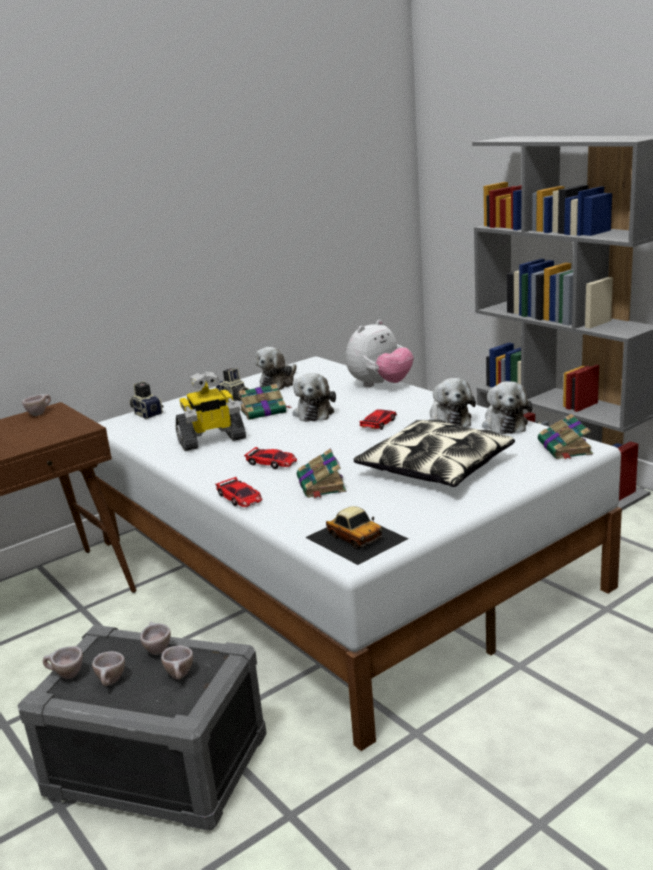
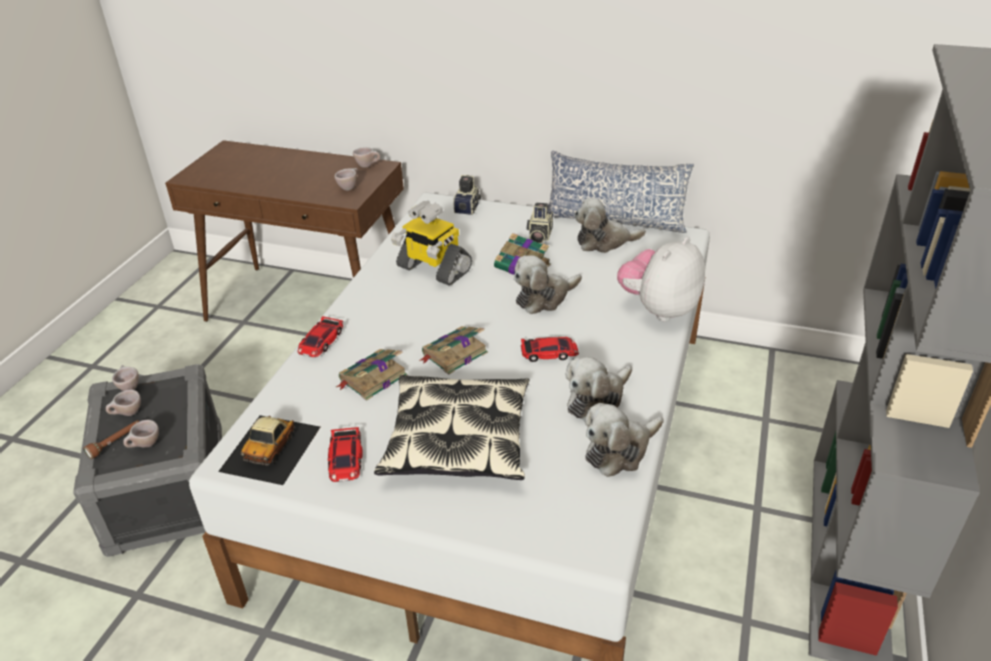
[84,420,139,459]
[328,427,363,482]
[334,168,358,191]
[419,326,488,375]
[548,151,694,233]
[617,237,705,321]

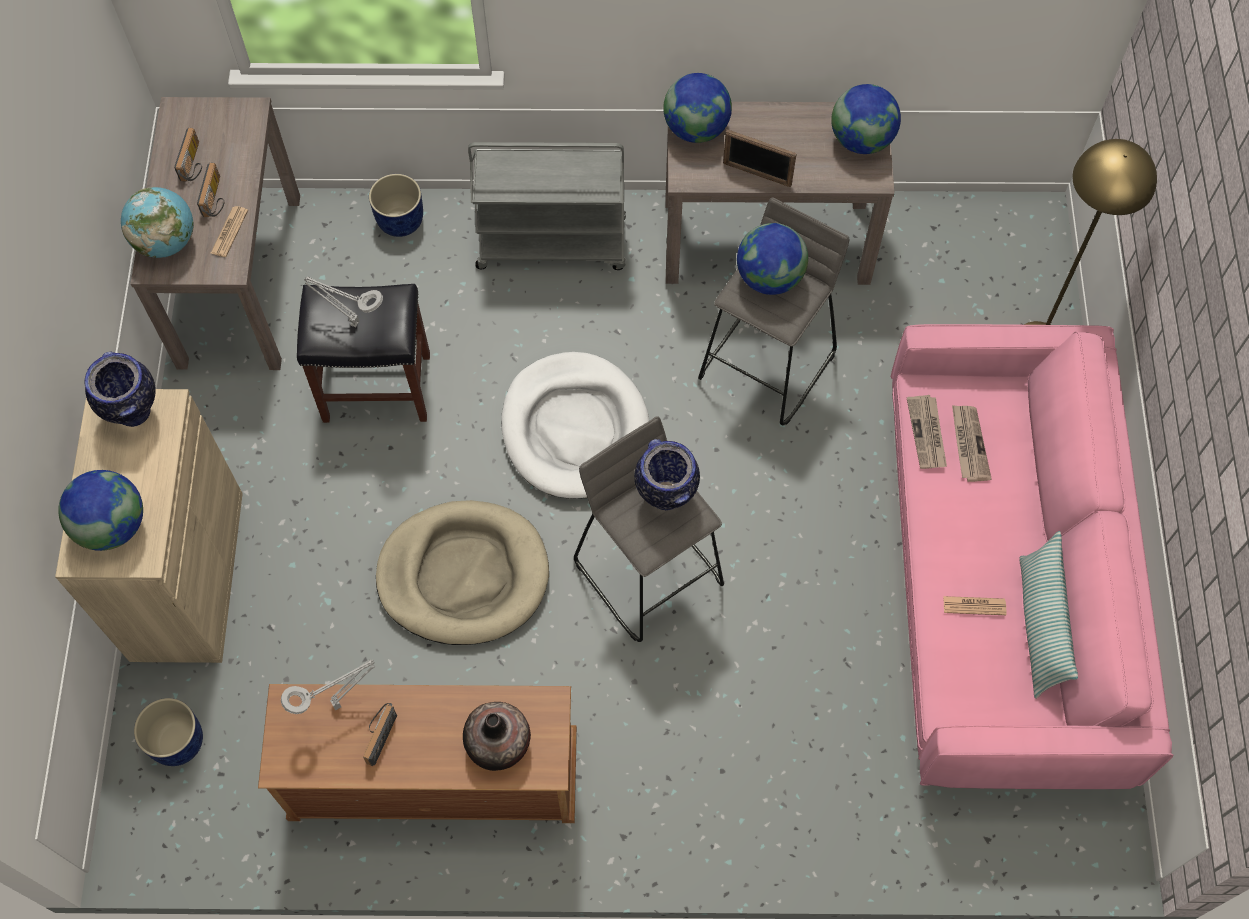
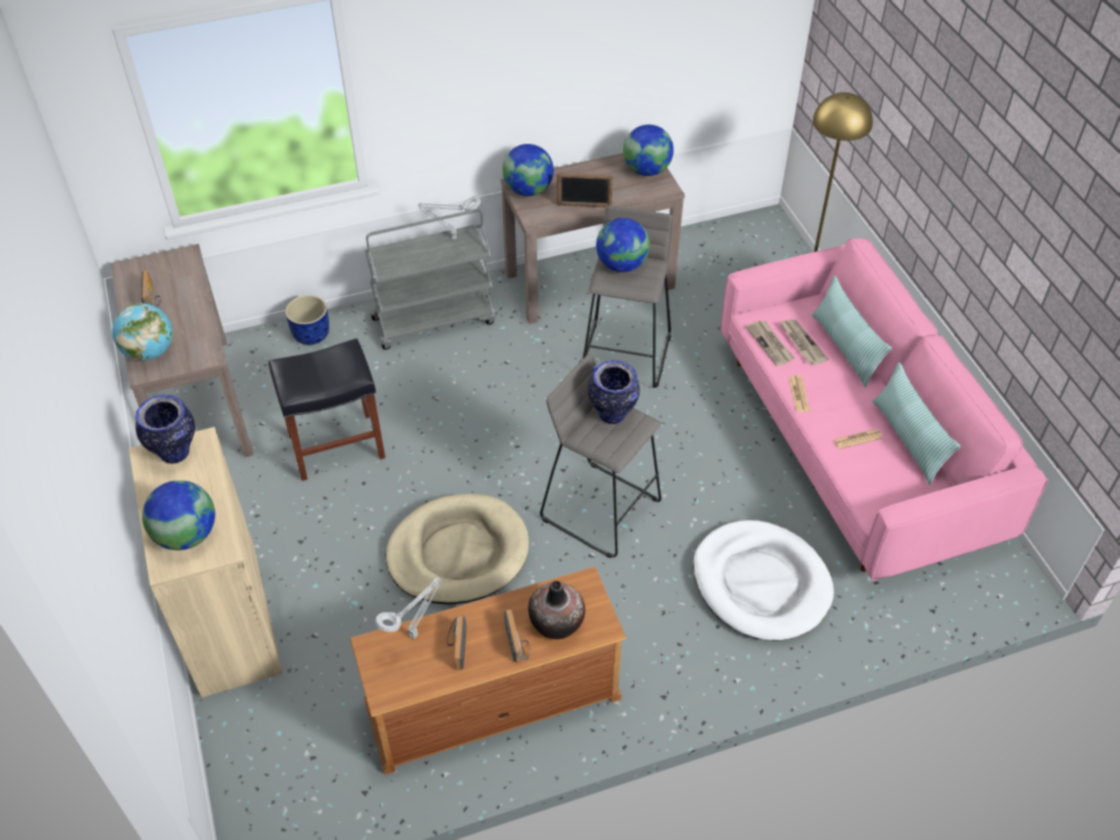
[418,196,481,239]
[504,609,530,663]
[693,520,834,641]
[788,375,810,412]
[812,276,892,387]
[134,698,203,766] (first image)

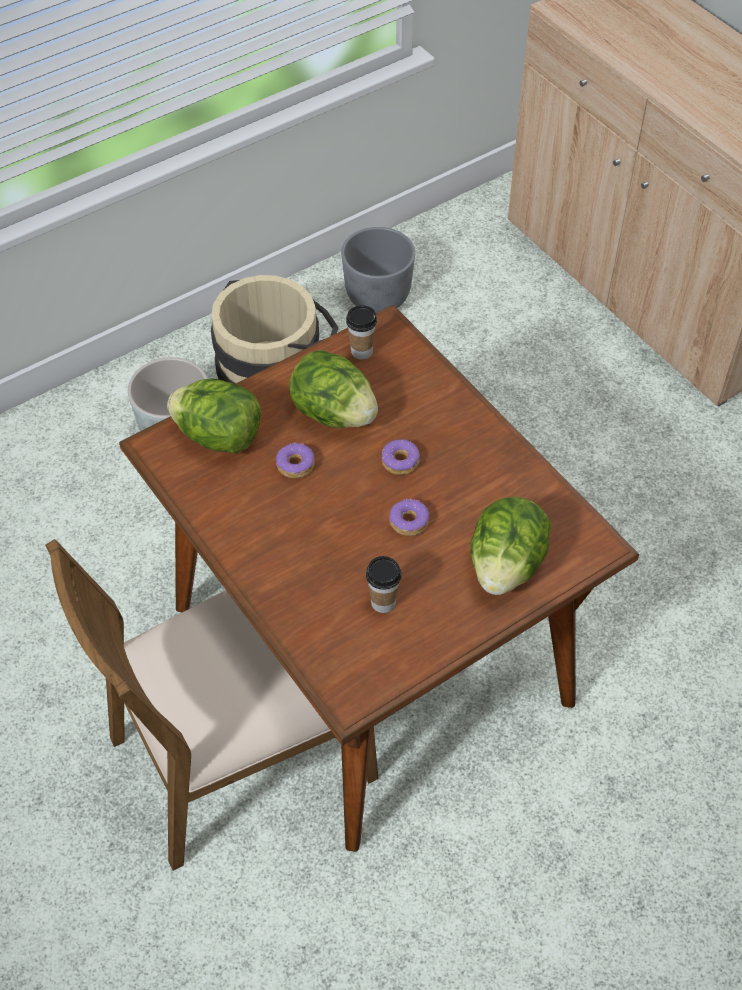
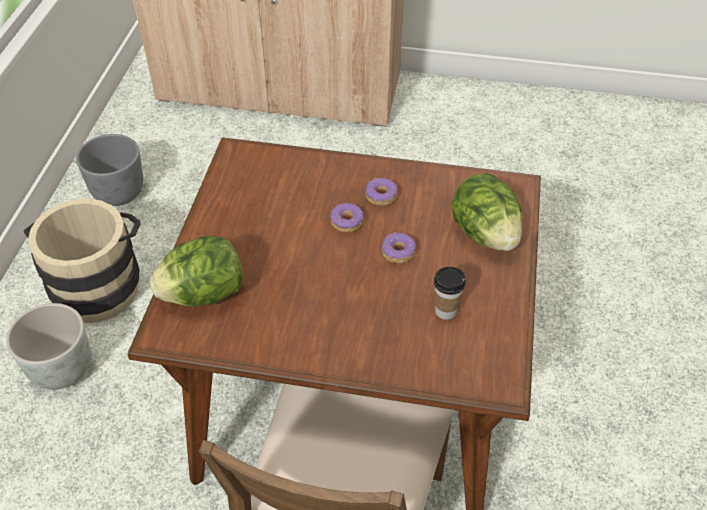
[366,178,398,206]
[289,350,378,428] (first image)
[346,306,377,360] (first image)

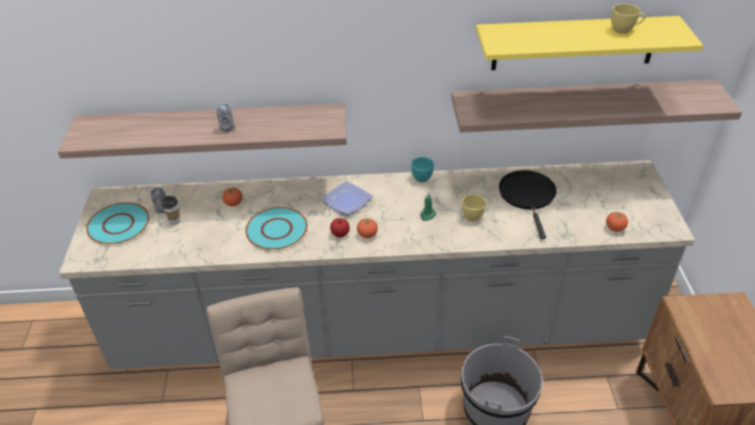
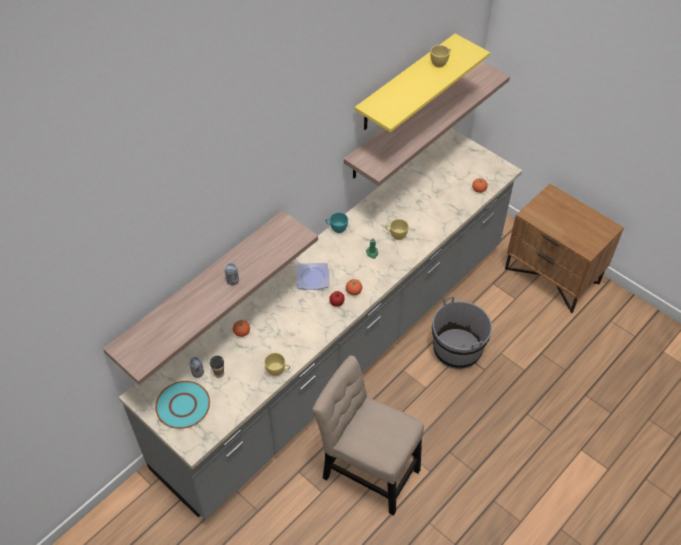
[264,353,291,376]
[245,207,308,250] (first image)
[499,170,557,239] (first image)

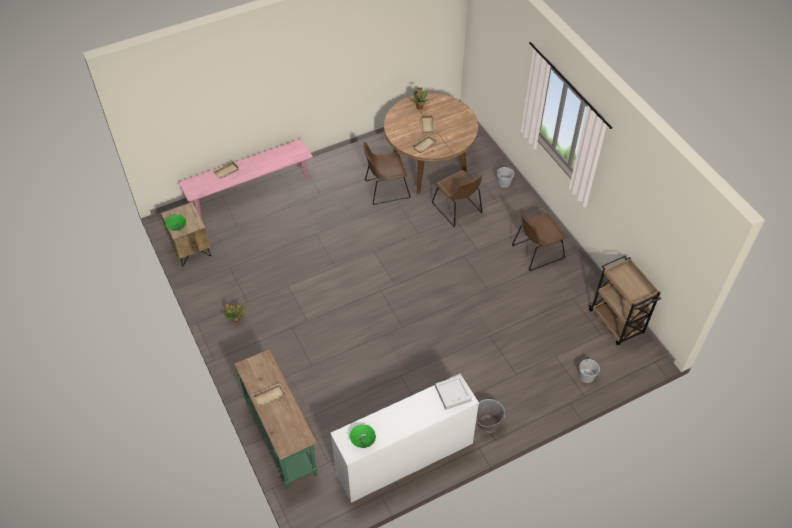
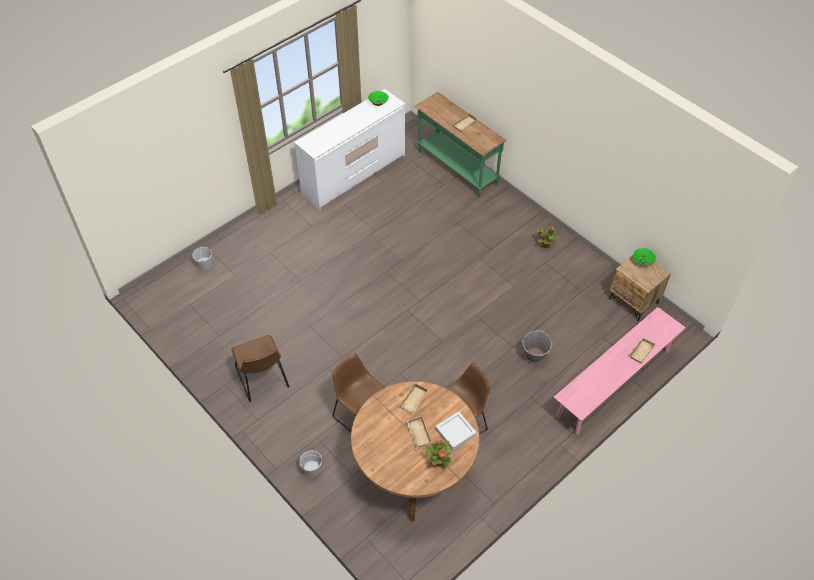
[231,335,290,402]
[435,411,477,450]
[521,330,554,365]
[589,256,661,345] (first image)

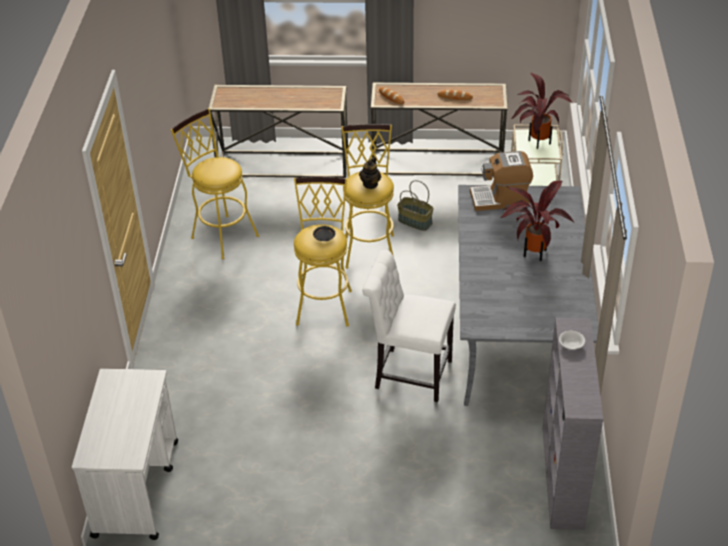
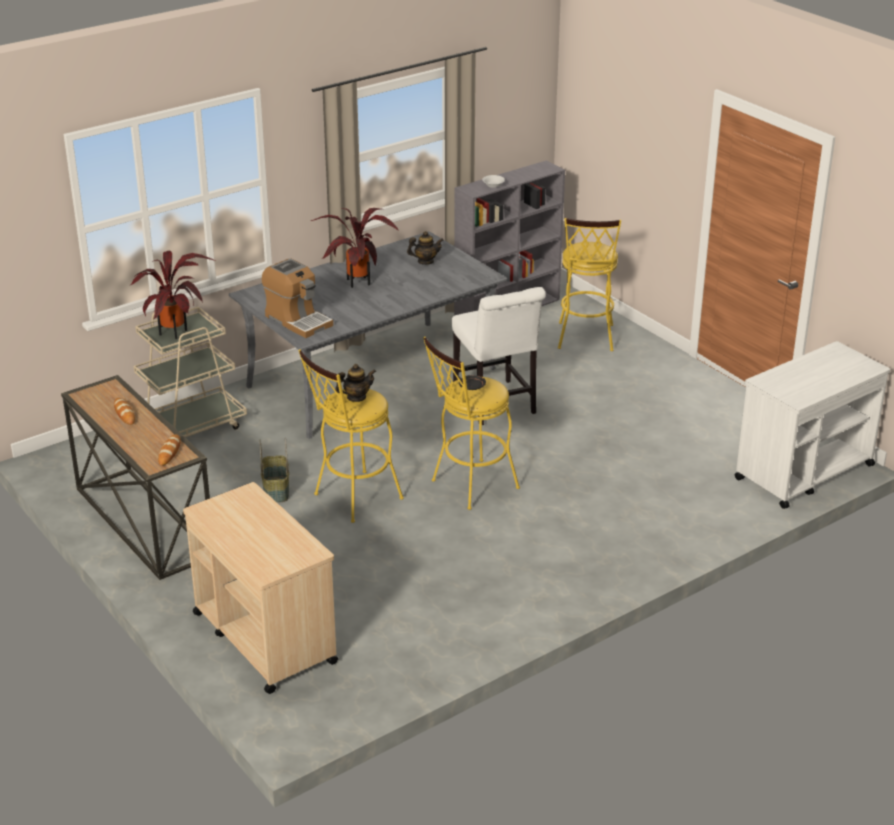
[183,482,338,694]
[407,231,444,265]
[558,218,621,351]

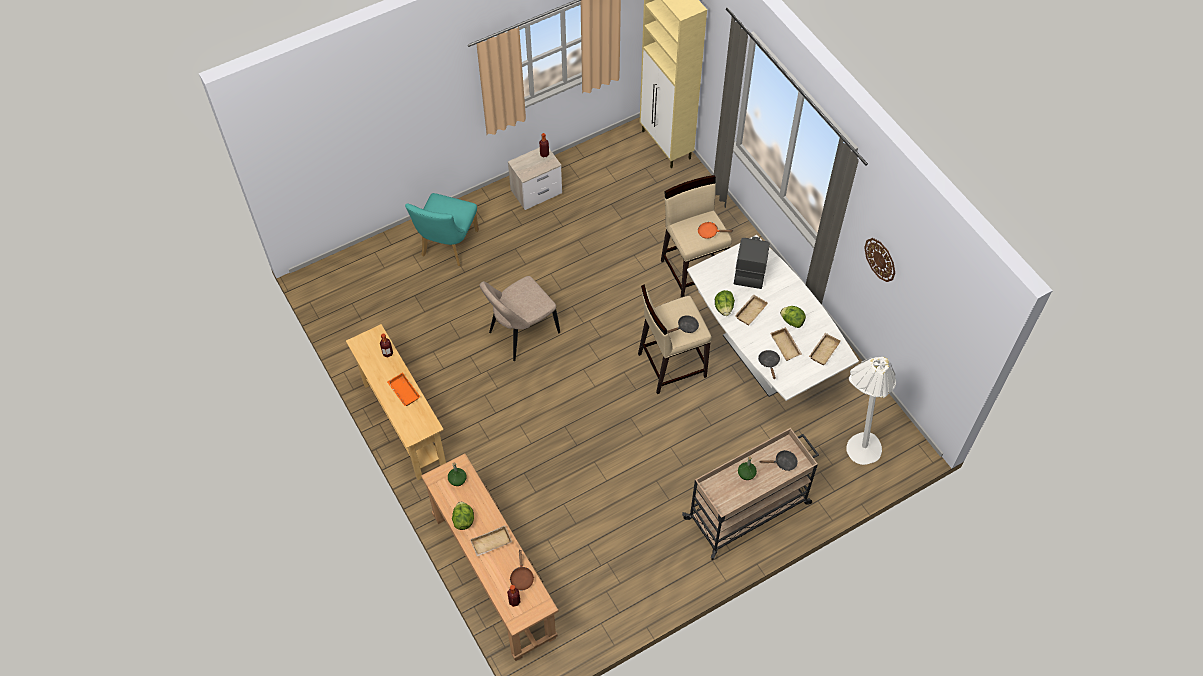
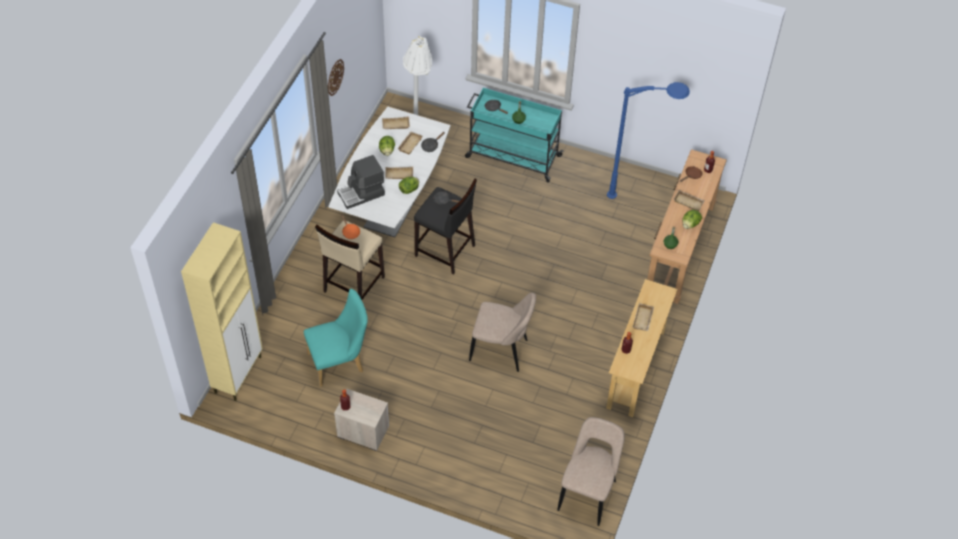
[304,289,368,387]
[414,178,477,275]
[465,88,564,182]
[557,417,625,526]
[607,82,690,199]
[633,303,654,331]

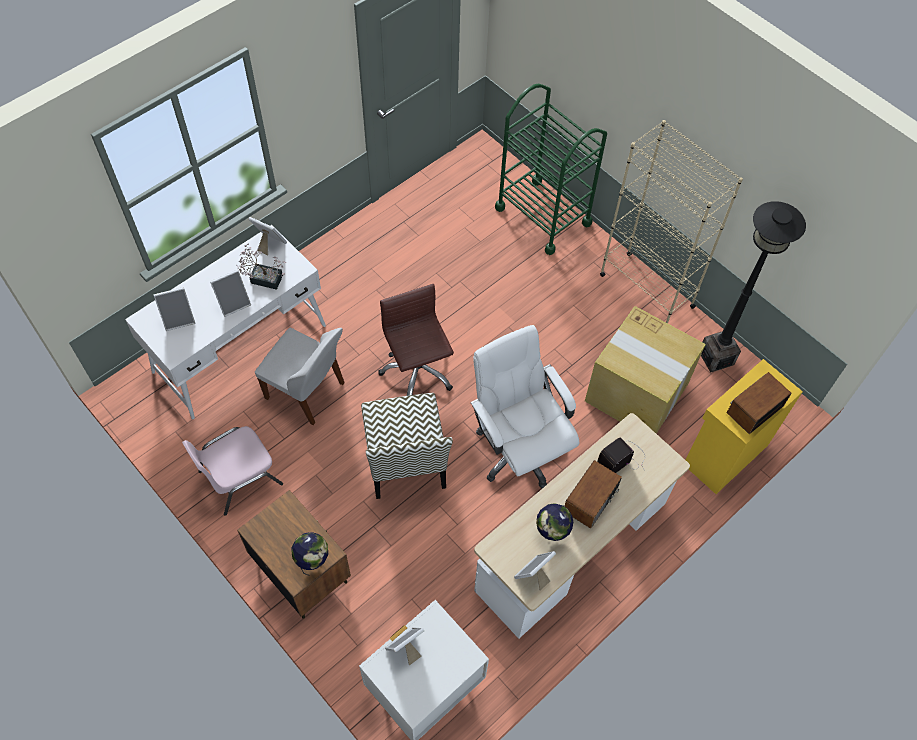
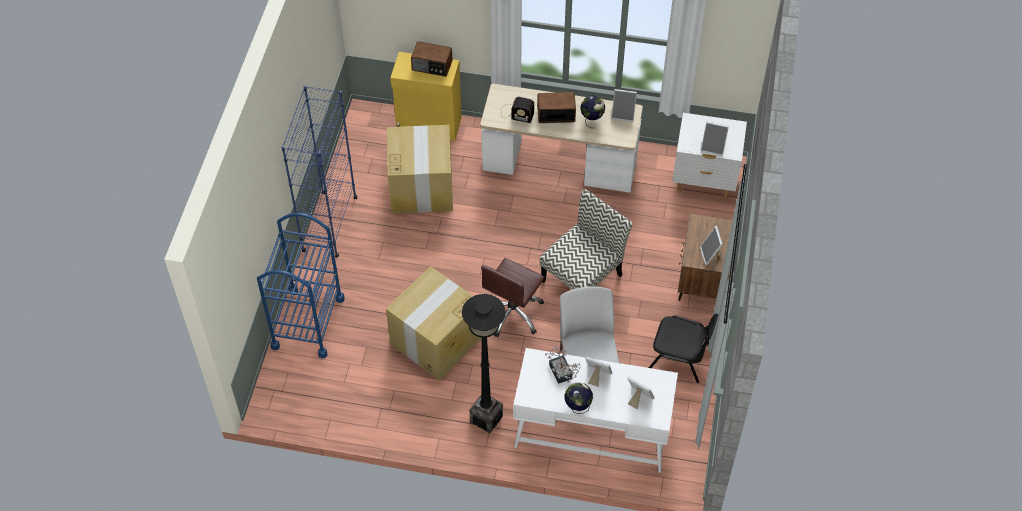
[257,213,345,358]
[282,86,357,257]
[386,266,481,380]
[462,294,505,433]
[564,382,593,414]
[648,313,719,383]
[700,226,723,265]
[470,325,579,489] (first image)

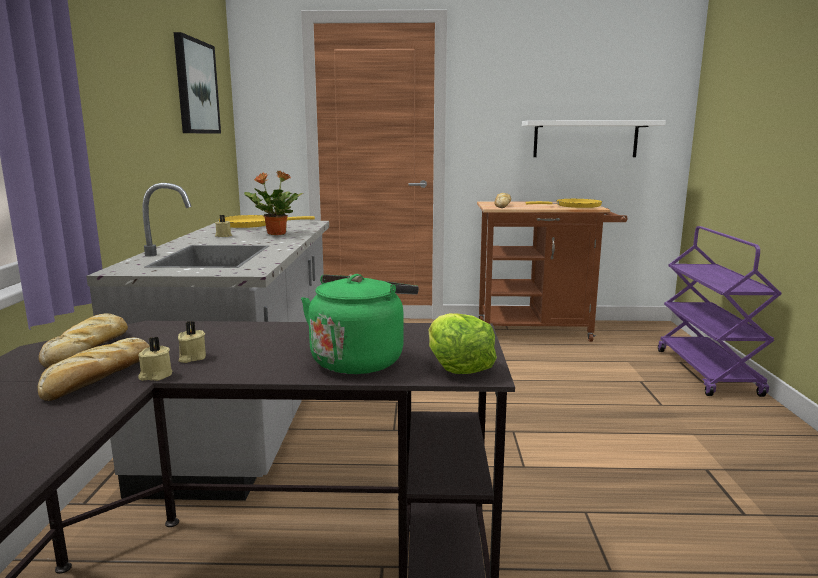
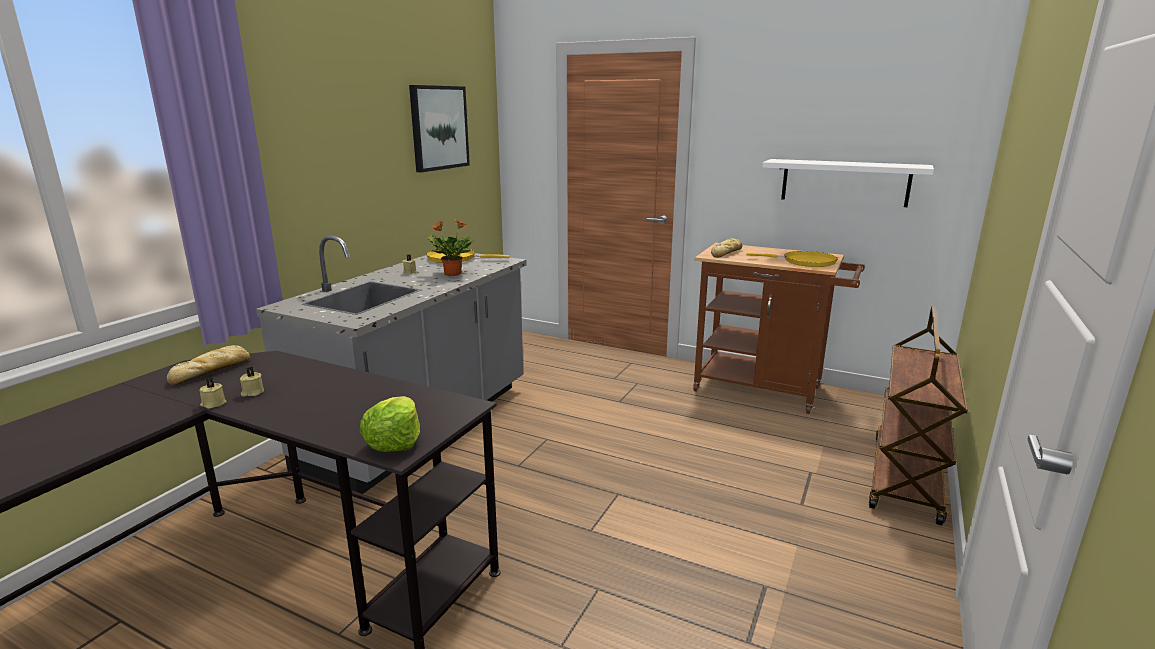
[868,306,968,525]
[38,338,150,401] (first image)
[301,274,419,374] (first image)

